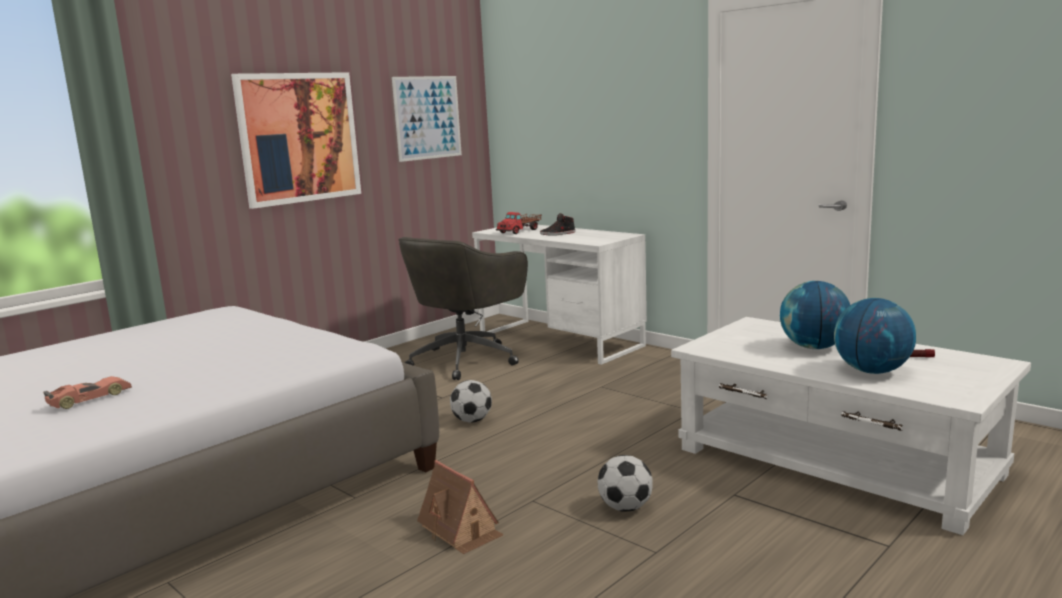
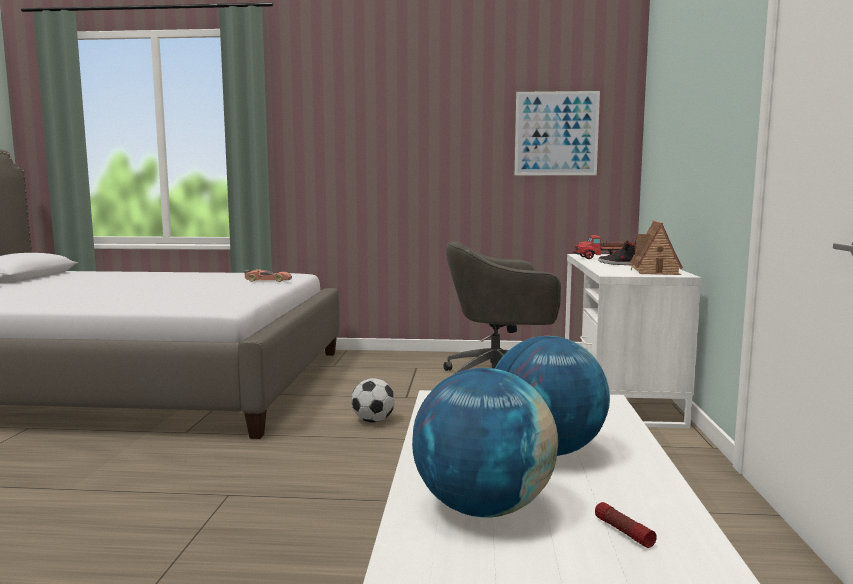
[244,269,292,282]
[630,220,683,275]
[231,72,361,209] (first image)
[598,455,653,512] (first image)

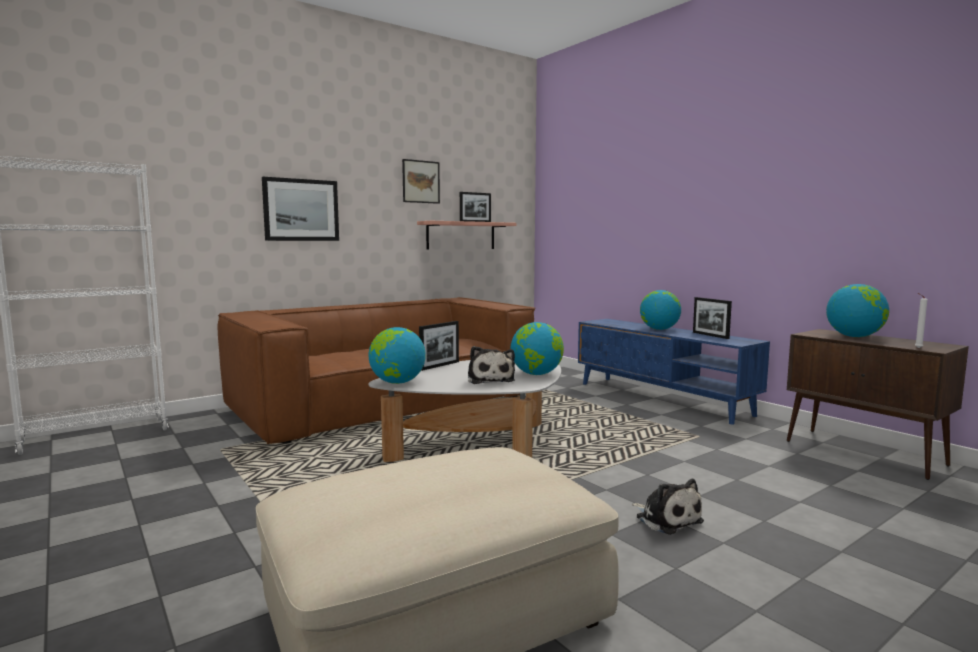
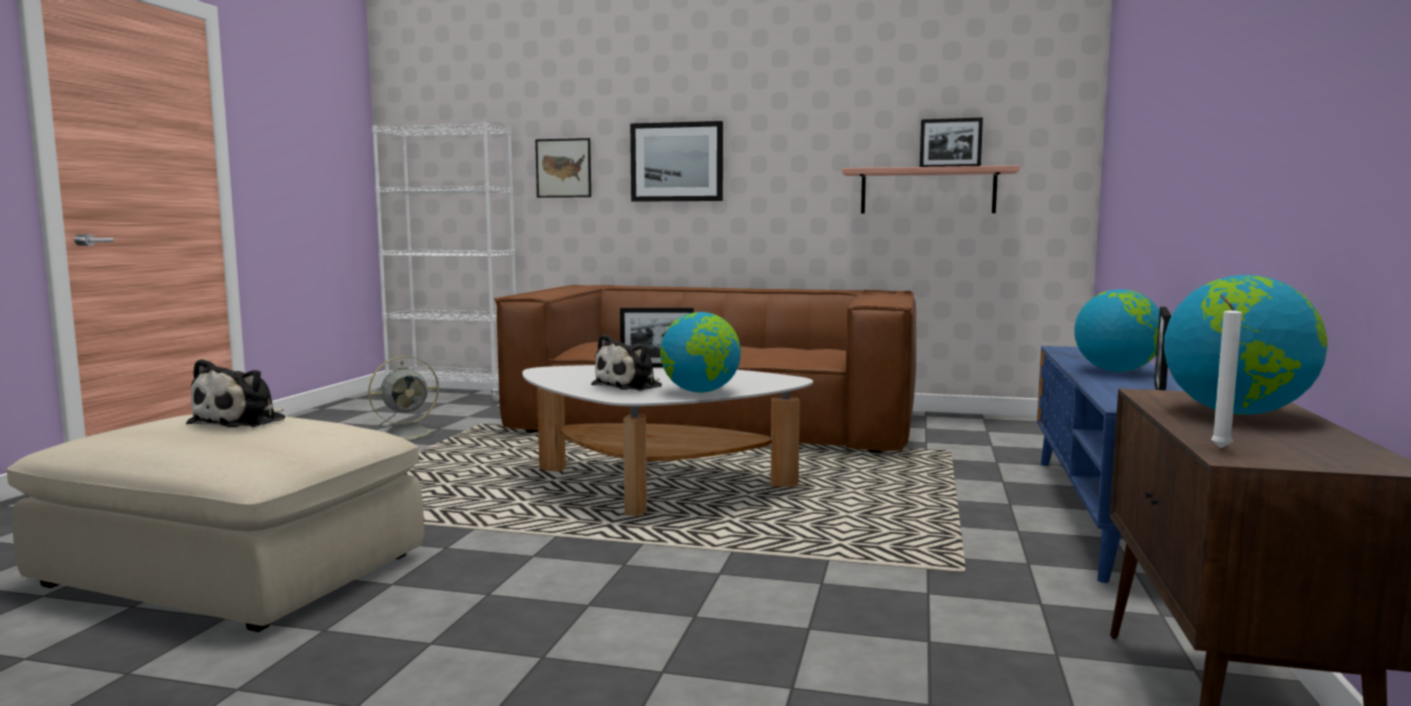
[186,359,285,428]
[368,356,443,441]
[535,138,591,198]
[369,327,426,384] (first image)

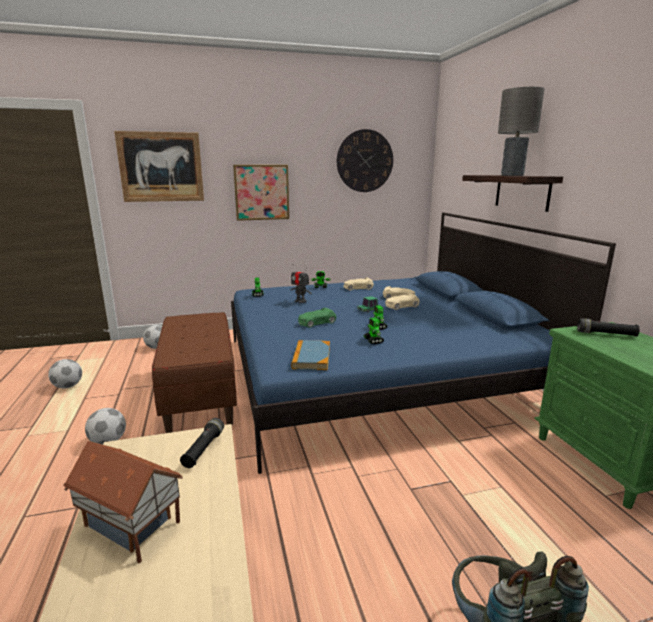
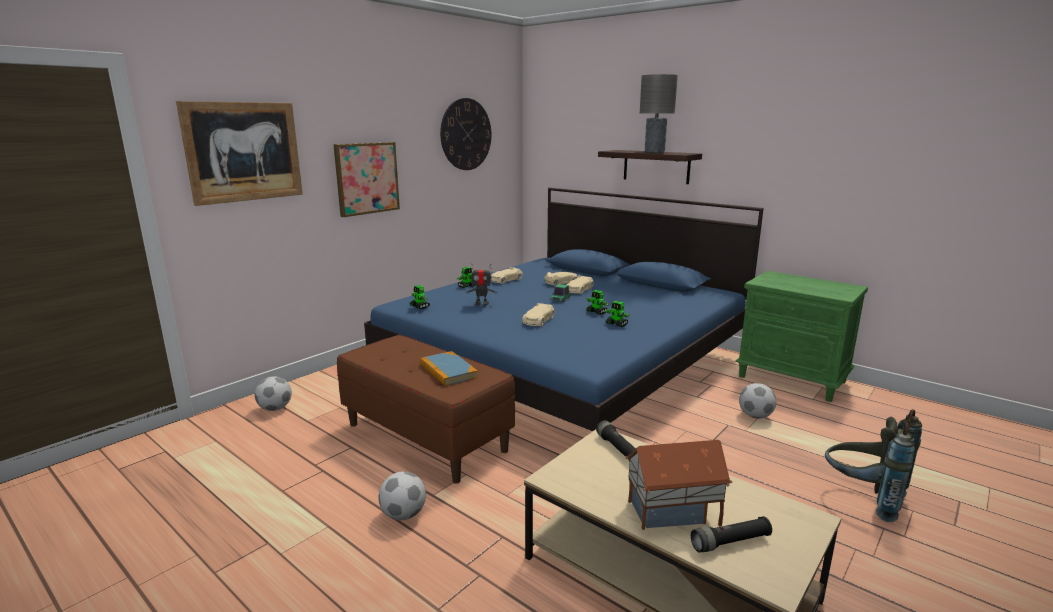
[420,351,478,386]
[522,303,555,327]
[691,516,772,552]
[739,383,777,419]

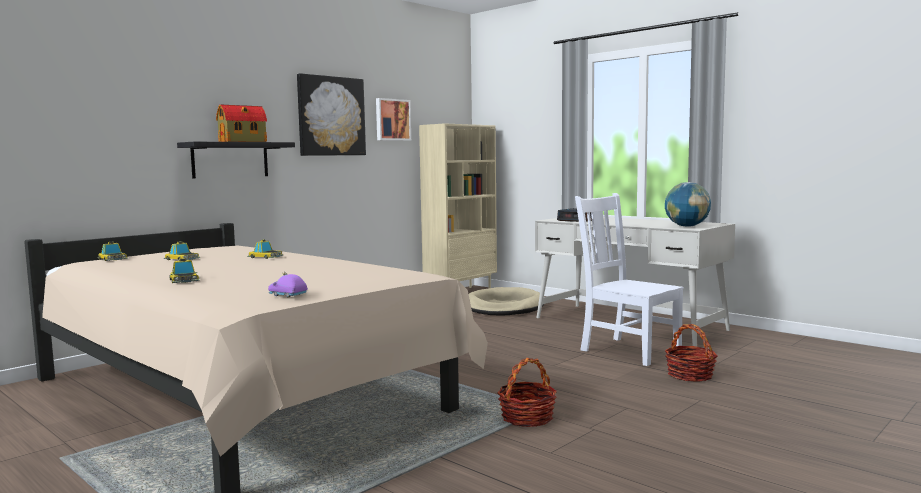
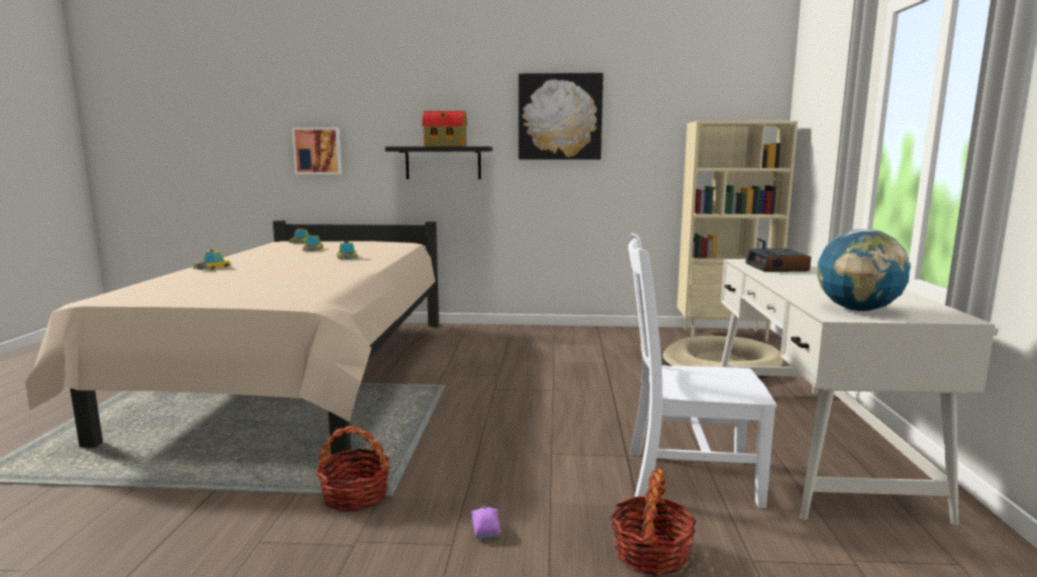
[292,127,342,174]
[471,504,501,538]
[628,233,777,508]

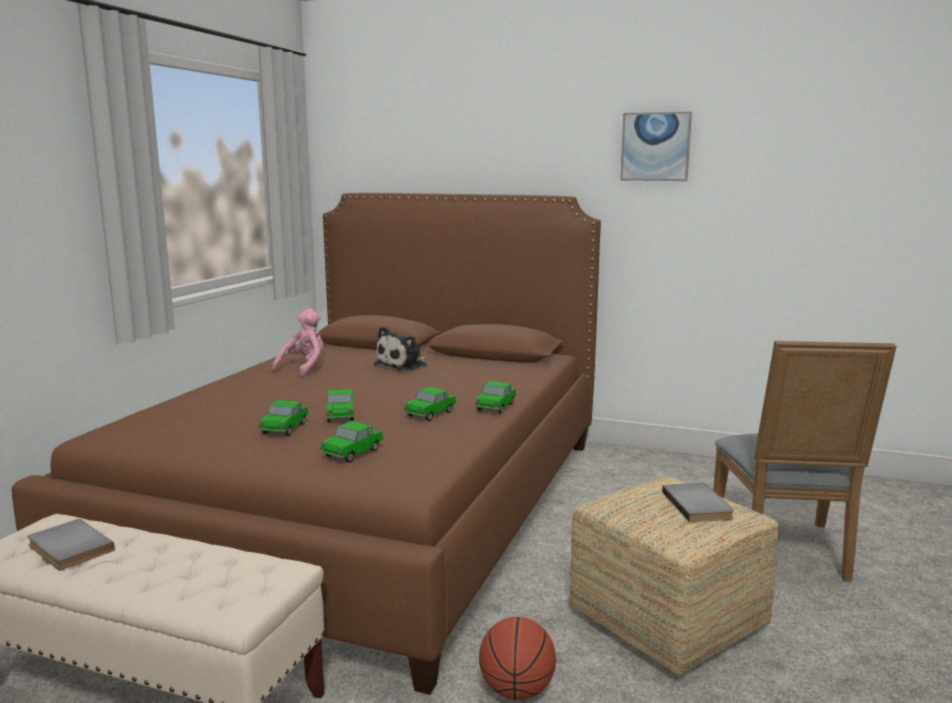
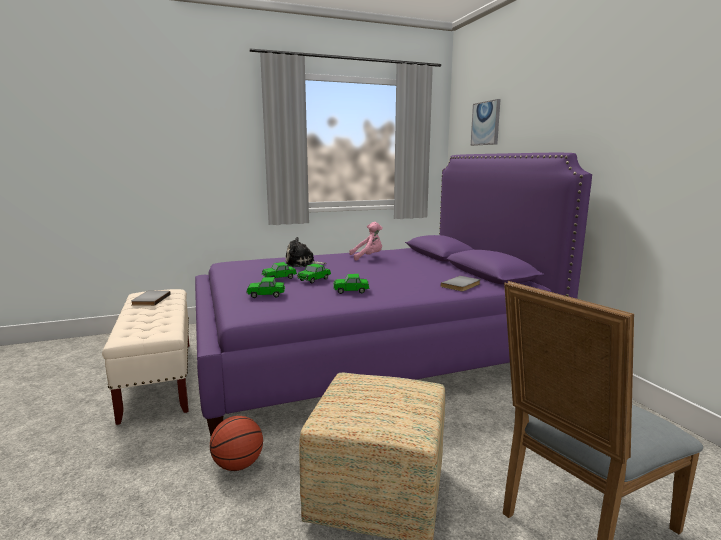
[195,153,592,436]
[285,237,326,267]
[441,276,480,291]
[471,99,501,146]
[475,381,516,414] (first image)

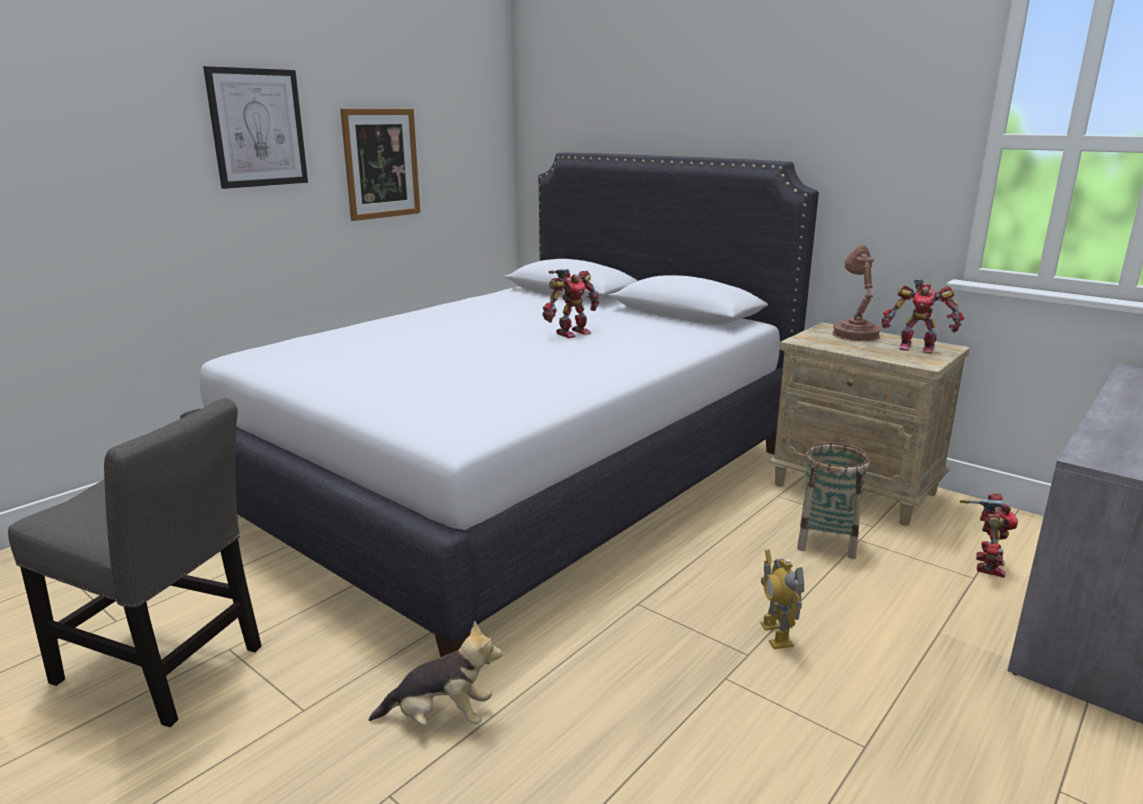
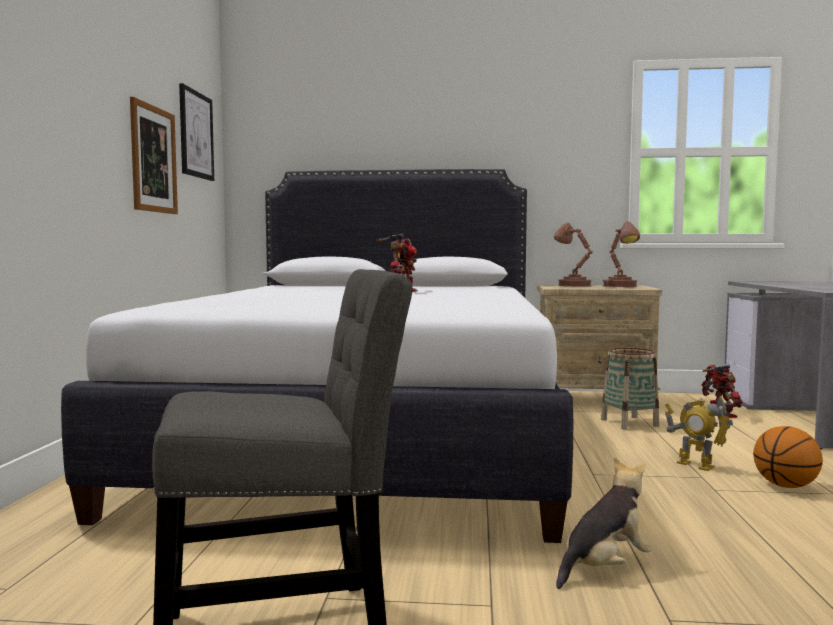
[179,83,214,181]
[603,221,640,287]
[753,426,823,488]

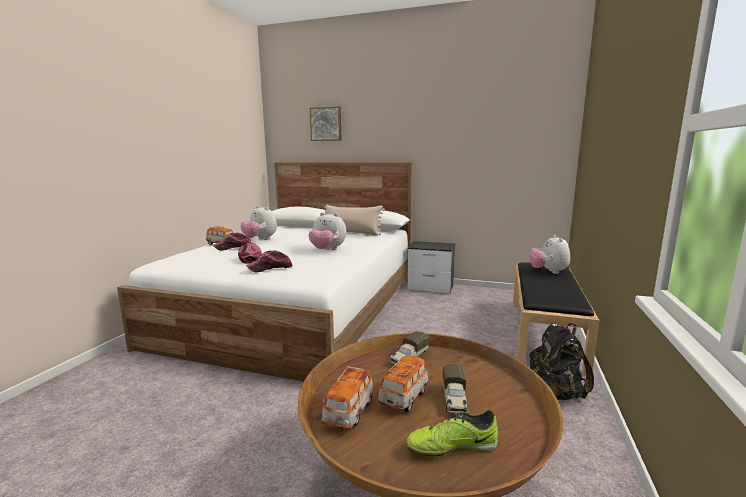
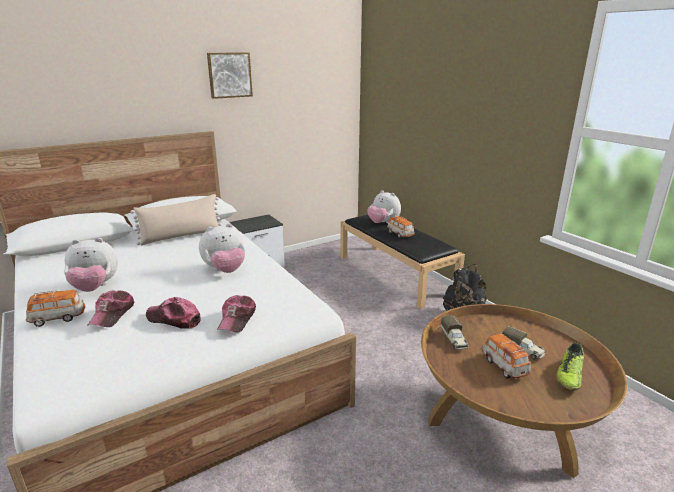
[207,52,253,99]
[388,216,415,238]

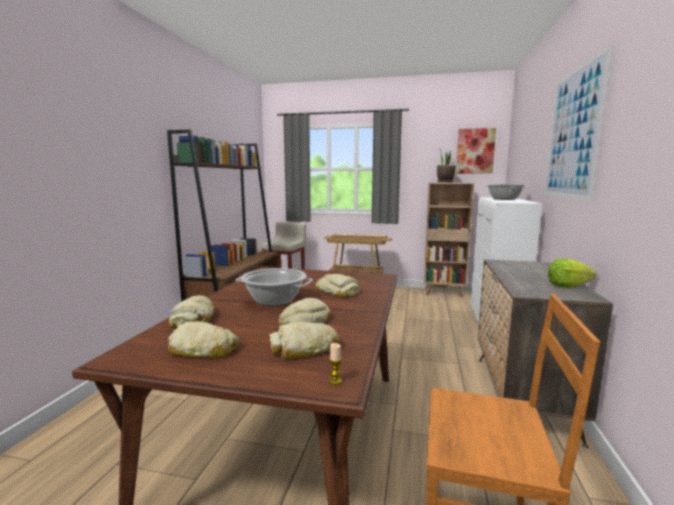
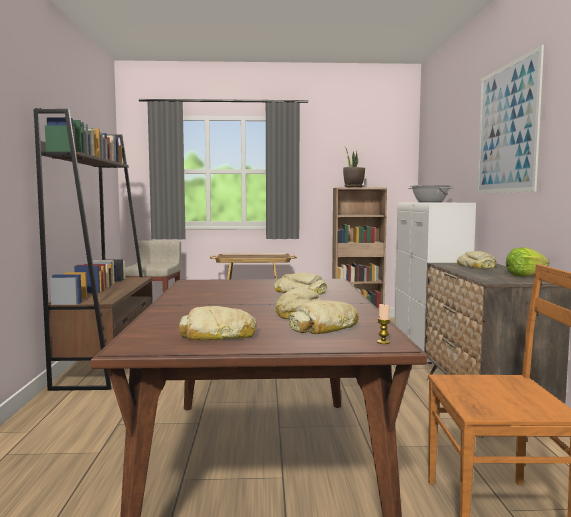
[457,251,496,269]
[235,268,313,306] (first image)
[456,128,496,174] (first image)

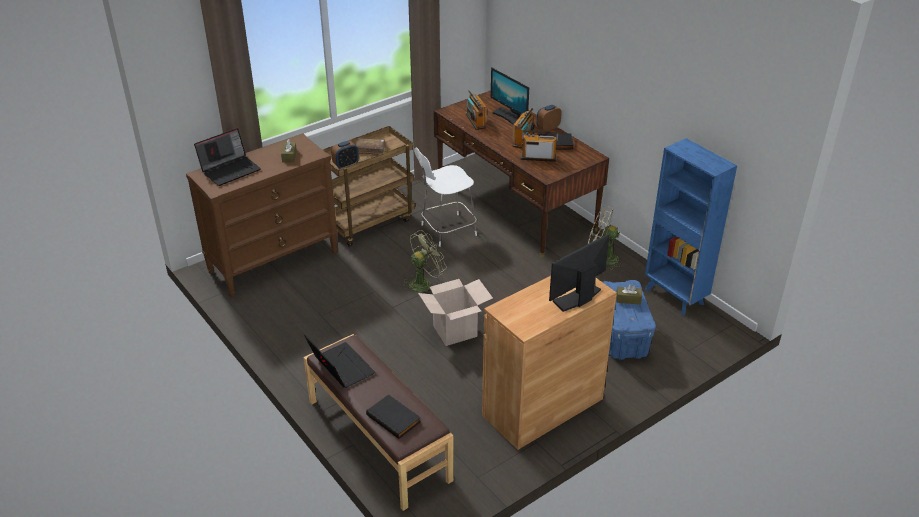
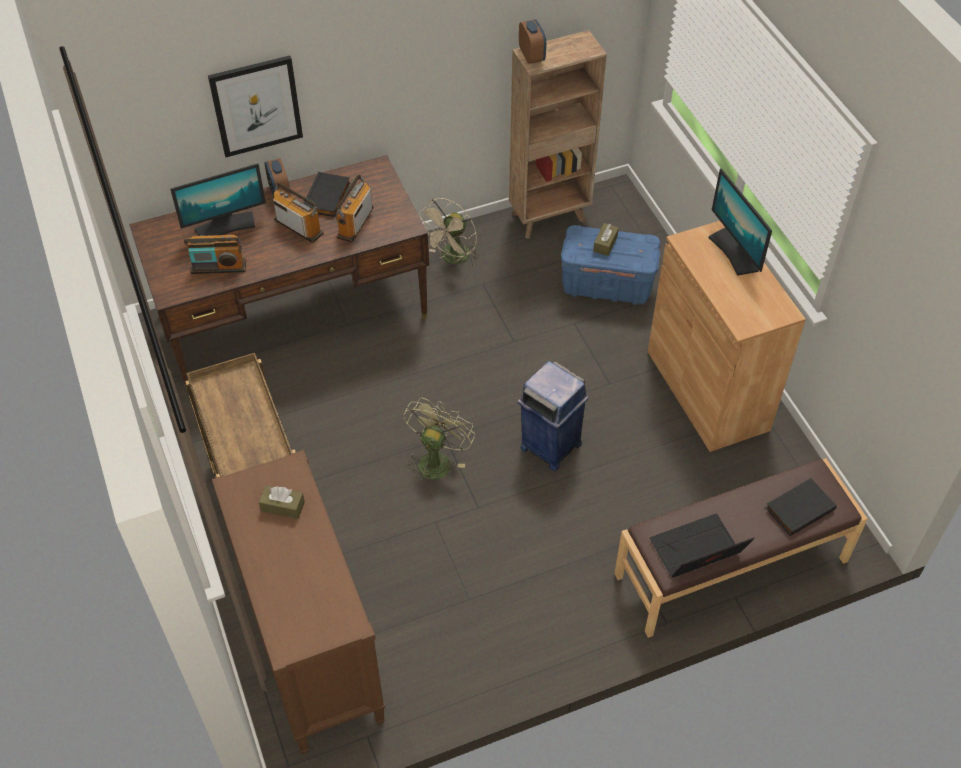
[208,56,303,157]
[403,398,475,483]
[509,30,607,239]
[518,361,589,472]
[519,20,546,64]
[194,128,261,186] (first image)
[355,138,385,155] (first image)
[414,148,477,247] (first image)

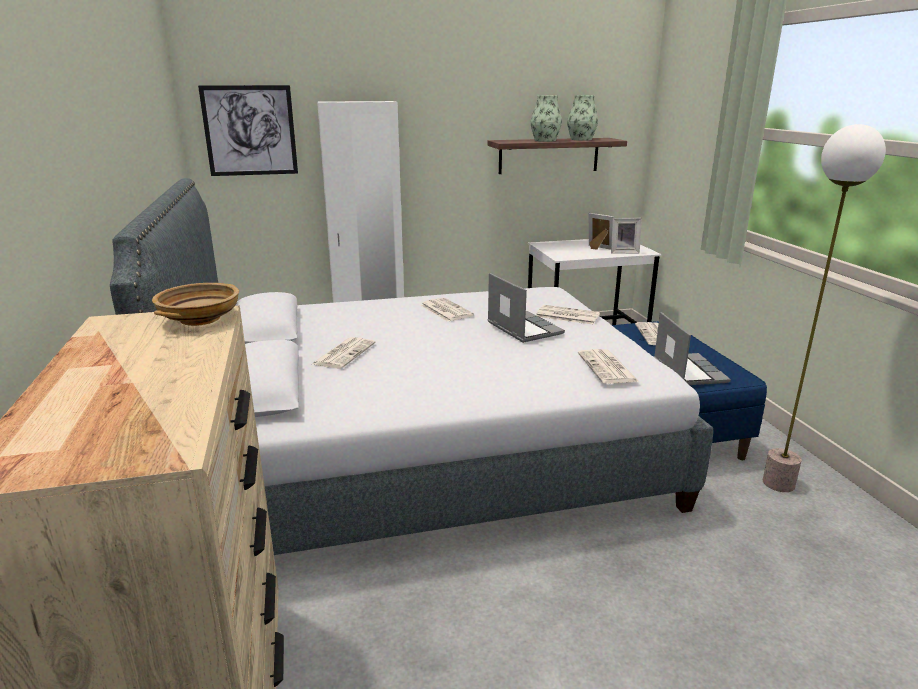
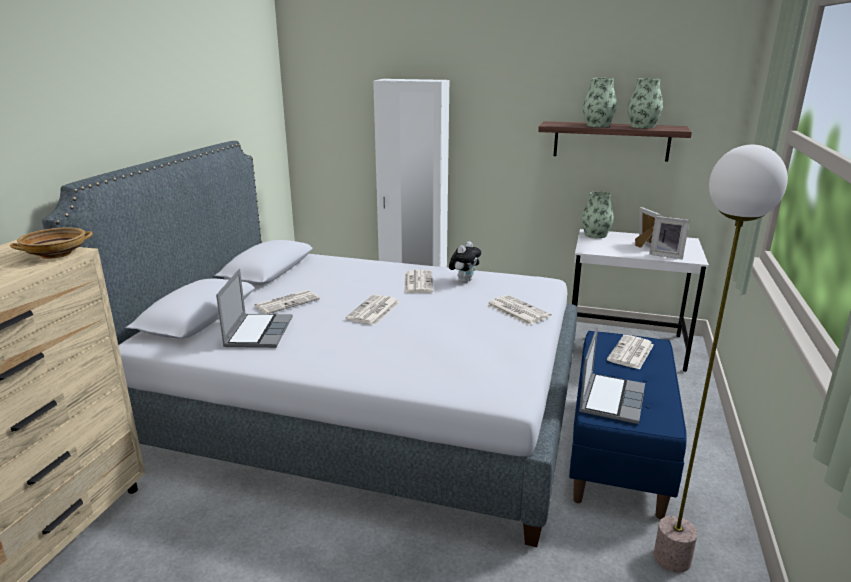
[216,269,293,348]
[345,295,400,325]
[449,241,481,283]
[582,191,614,238]
[198,85,298,176] (first image)

